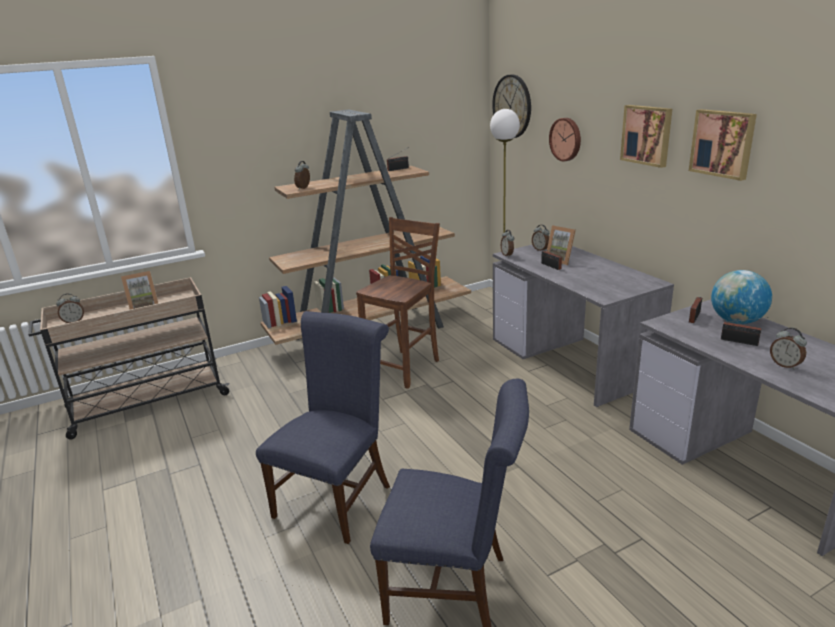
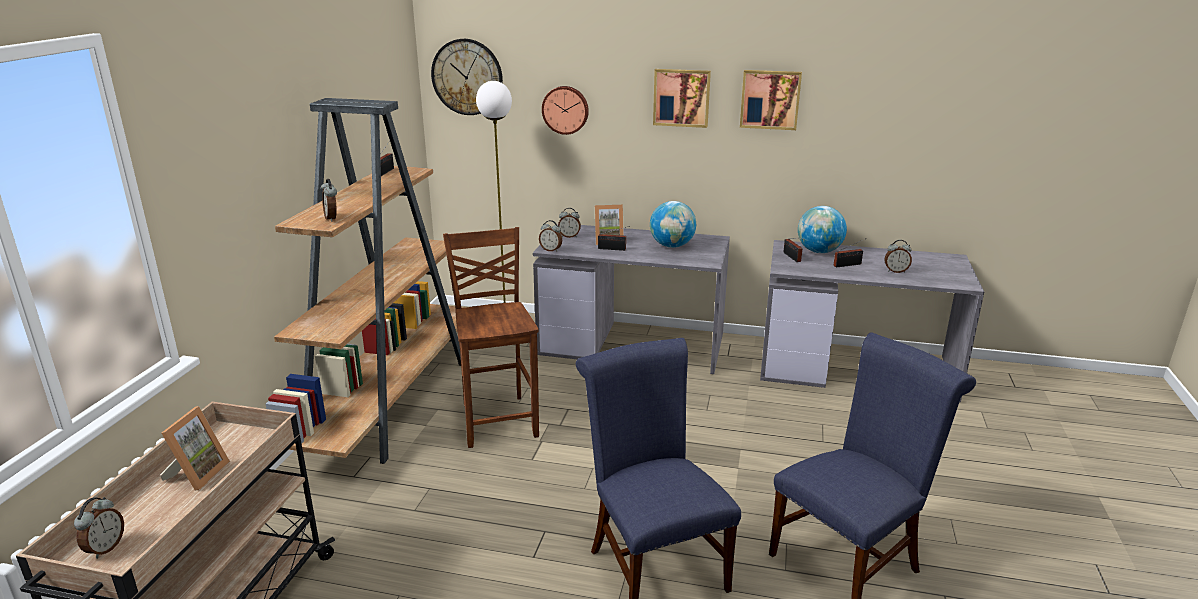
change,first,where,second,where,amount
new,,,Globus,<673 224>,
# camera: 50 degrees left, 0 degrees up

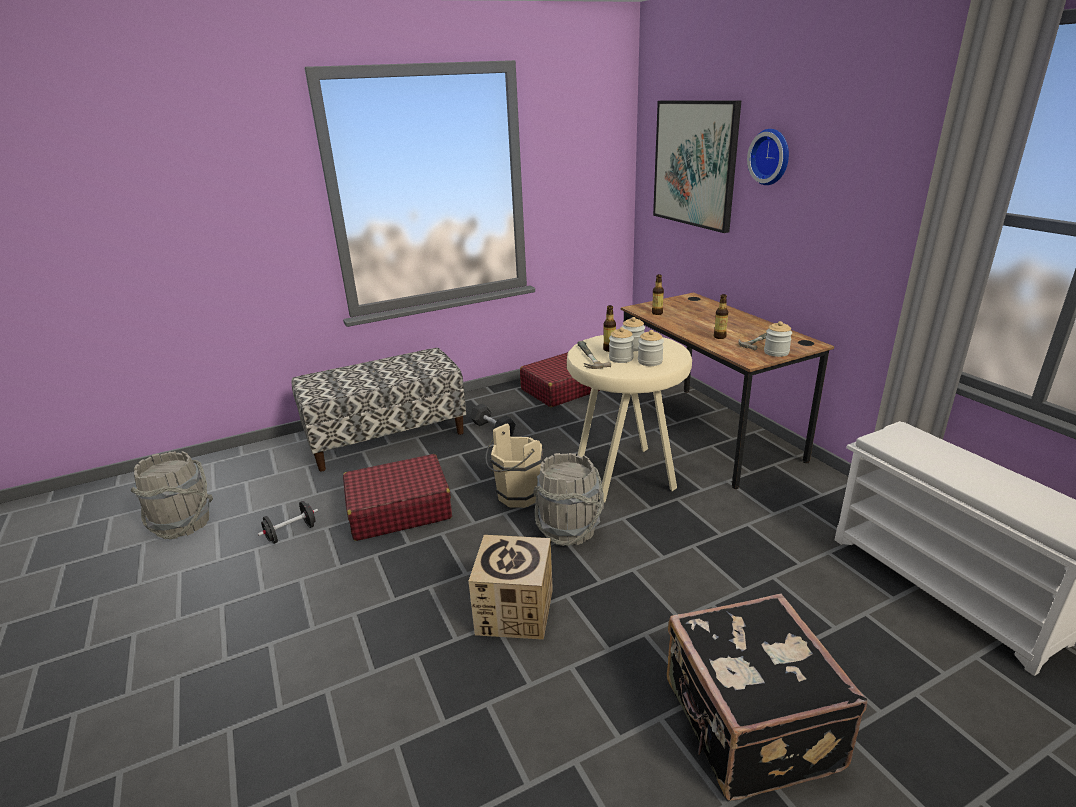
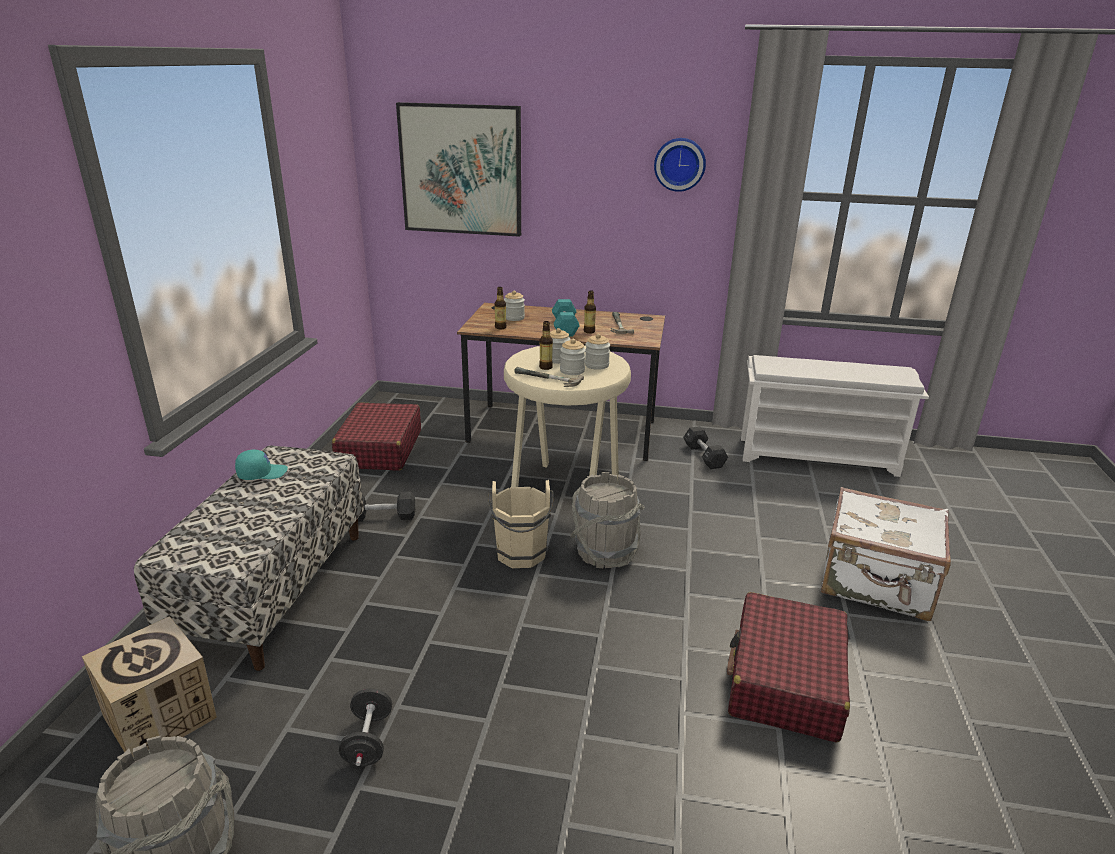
change,first,where,second,where,amount
shifted,Karton,<510 587>,,<149 686>,
new,,,Kappe [türkis],<261 465>,
shifted,Vorratsglas,<778 339>,,<514 305>,
new,,,Hantel [türkis],<566 318>,
shifted,Wanduhr,<768 157>,,<680 165>,
new,,,Hantel [schwarz],<705 447>,
shifted,Koffer [rot],<397 497>,,<788 667>,
repainted,Koffer [schwarz],<767 697>,Koffer [weiß],<886 554>,
# camera: 55 degrees left, 0 degrees up

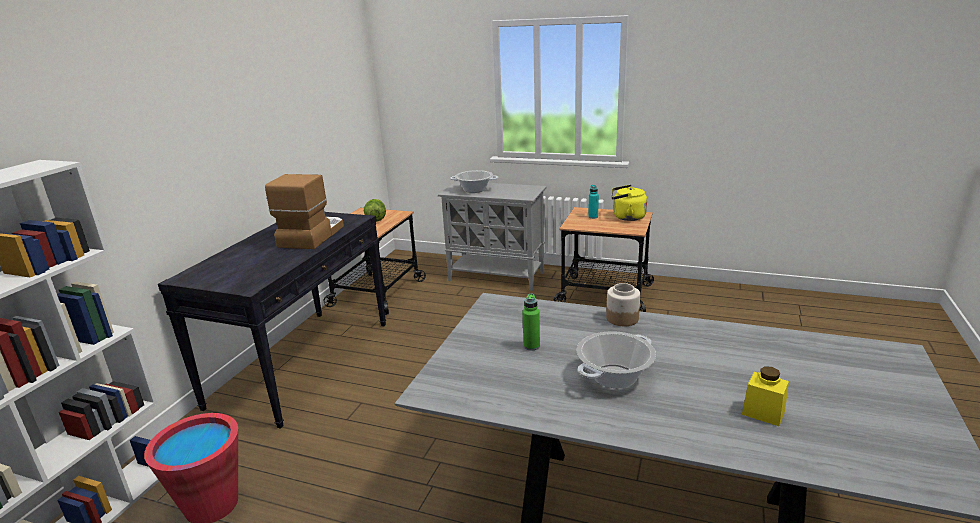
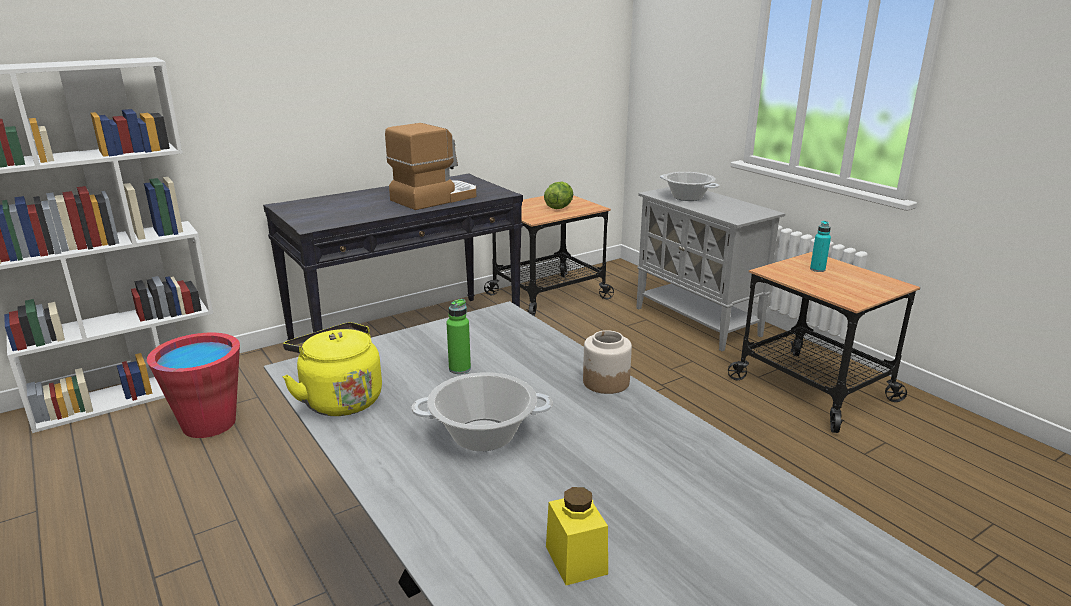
change,first,where,second,where,amount
shifted,Wasserkessel [gelb],<629 203>,,<332 369>,
# camera: 35 degrees right, 0 degrees up

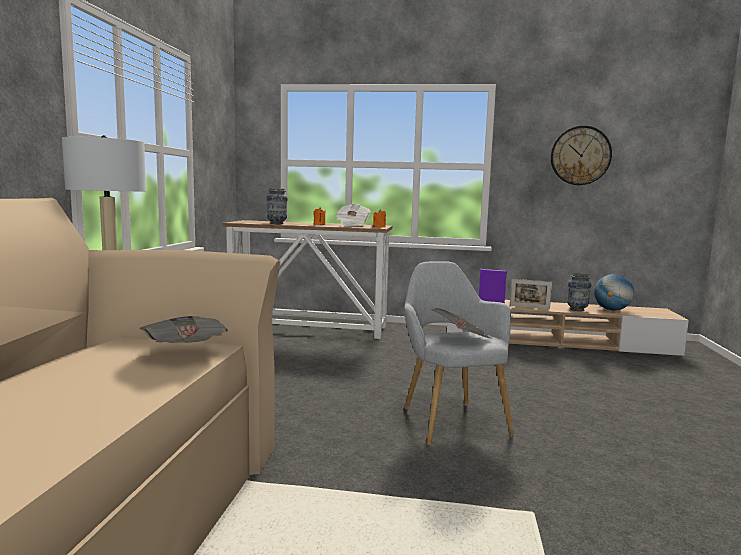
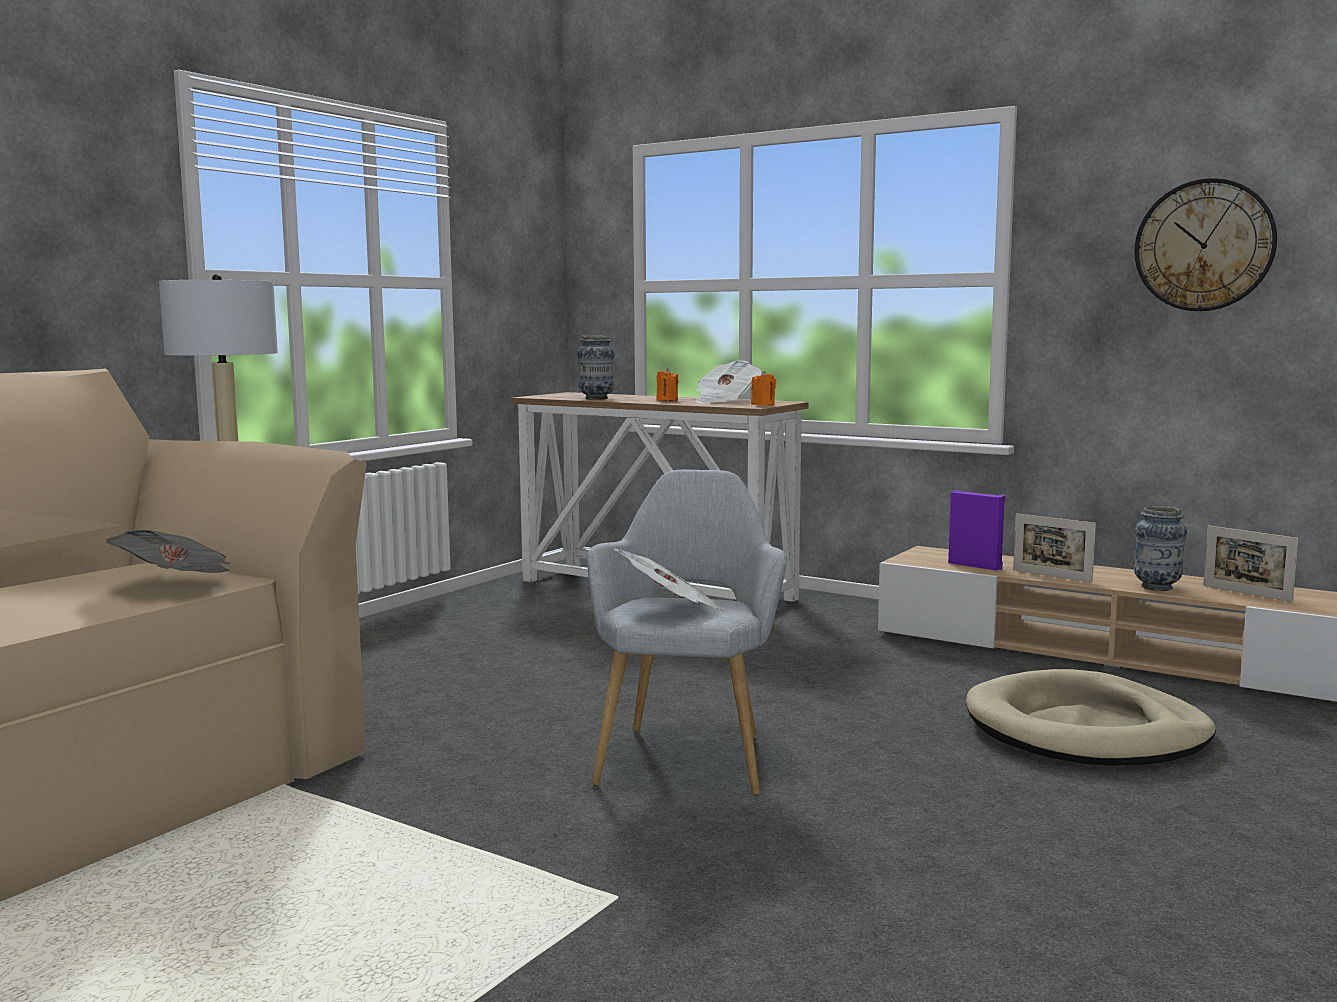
change,first,where,second,where,amount
new,,,Hundebett [beige],<1091 717>,
swapped,Globus,<614 292>,Bilderrahmen,<1251 563>,
# camera: 25 degrees right, 0 degrees up

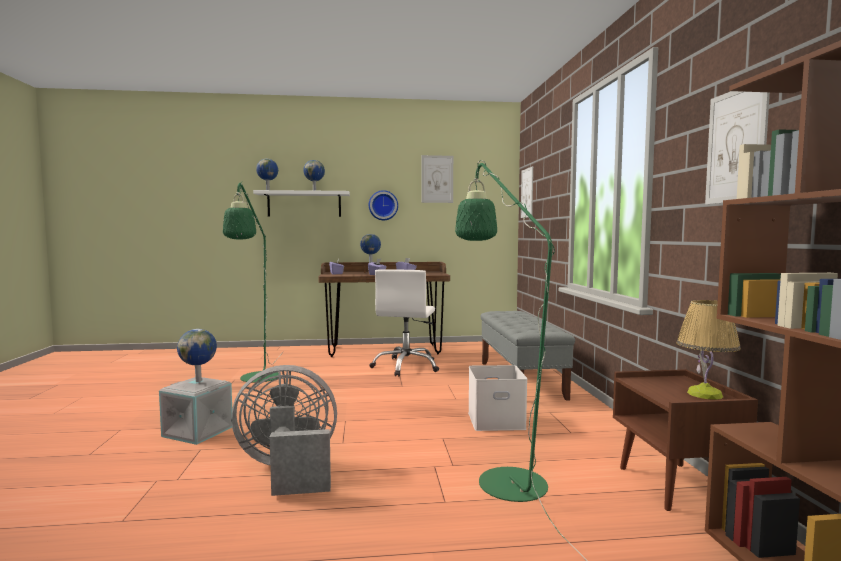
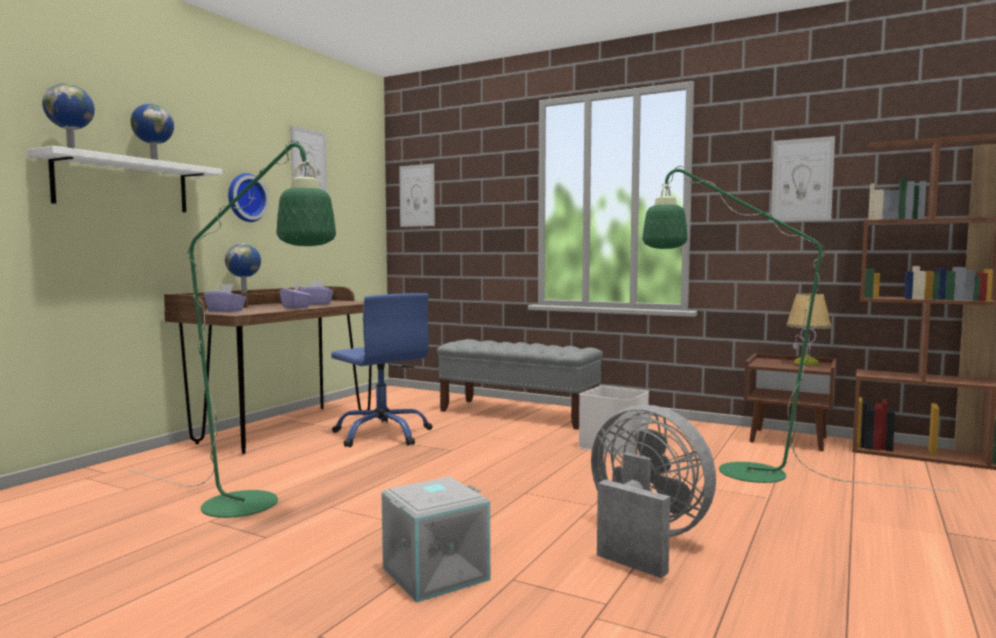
change,first,where,second,where,amount
repainted,Bürostuhl [weiß],<404 323>,Bürostuhl [blau],<381 370>,
rotated,Ventilator [grau],<284 430>,,<653 491>,105 degrees clockwise
gone,Globus,<197 355>,,,
# camera: 55 degrees left, 0 degrees up

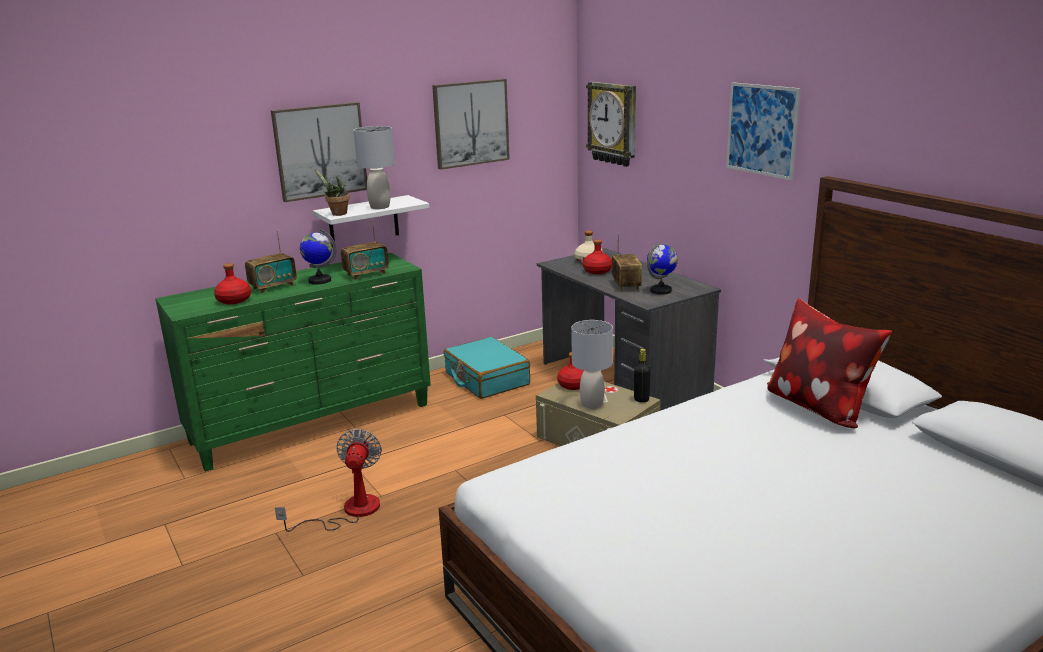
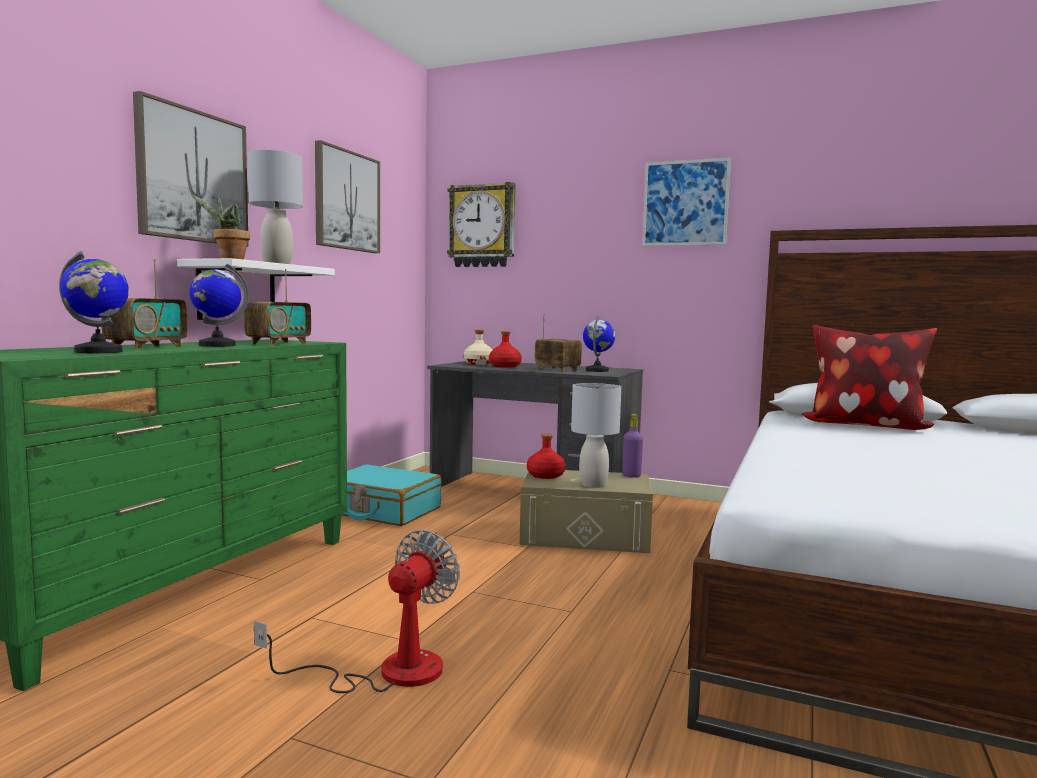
change,first,where,second,where,amount
swapped,Flasche [rot],<232 283>,Globus,<94 302>,
rotated,Ventilator,<328 480>,,<357 611>,60 degrees clockwise
repainted,Flasche [schwarz],<642 375>,Flasche [lila],<632 446>,
# camera: 35 degrees left, 15 degrees down

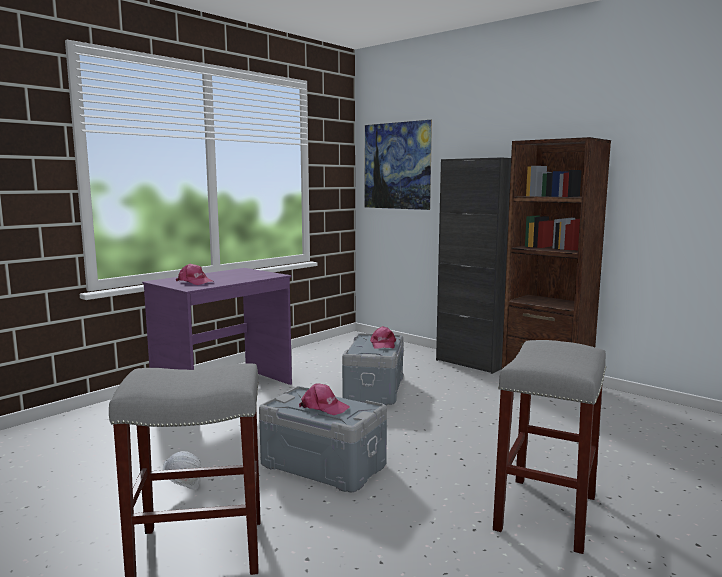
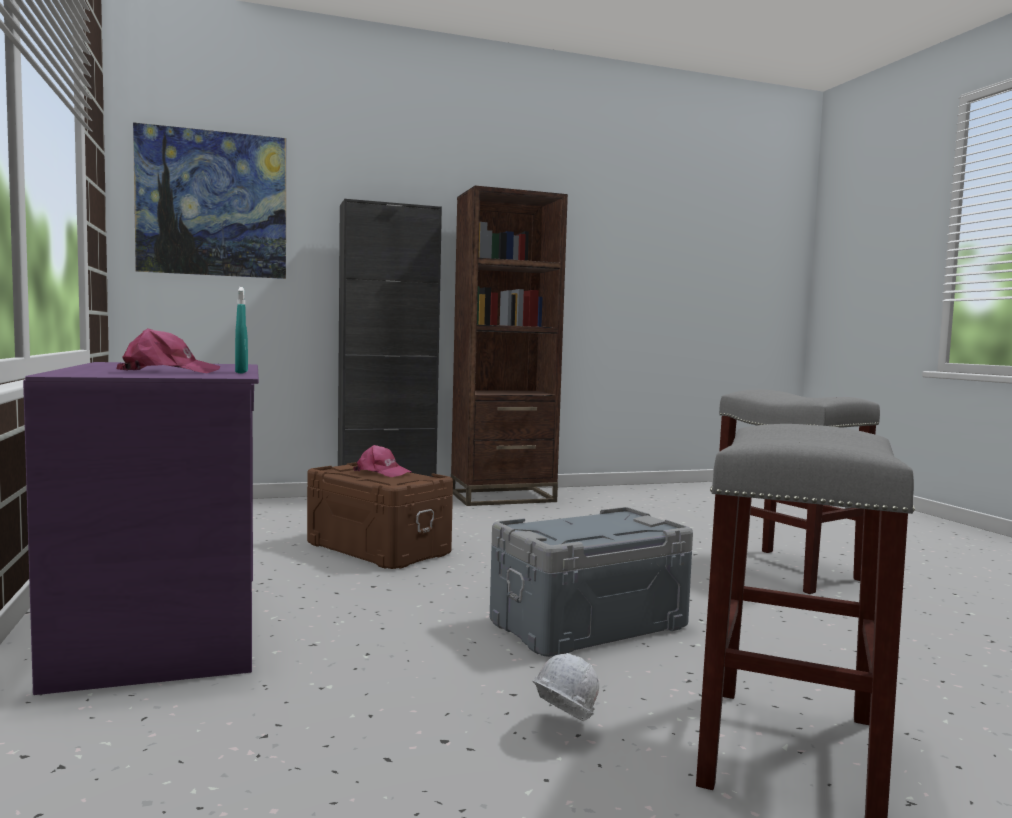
change,first,where,second,where,amount
new,,,Sprühflasche [türkis],<241 330>,
repainted,Aufbewahrungsbox [grau],<373 369>,Aufbewahrungsbox [braun],<380 515>,
gone,Kappe [rosa],<324 399>,,,
# camera: 60 degrees left, 5 degrees down

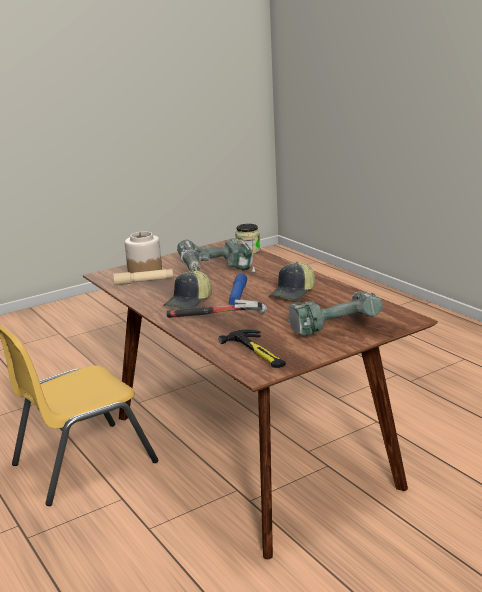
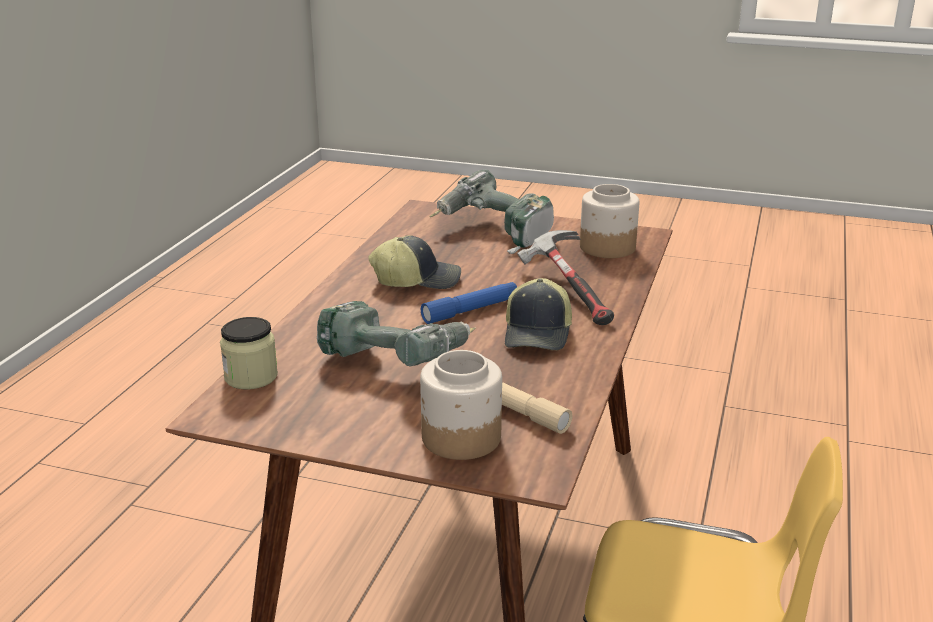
change,first,where,second,where,amount
rotated,Kappe,<187 289>,,<538 314>,105 degrees clockwise
swapped,Hammer,<252 348>,Vorratsglas,<609 221>,
# camera: 130 degrees left, 5 degrees up

